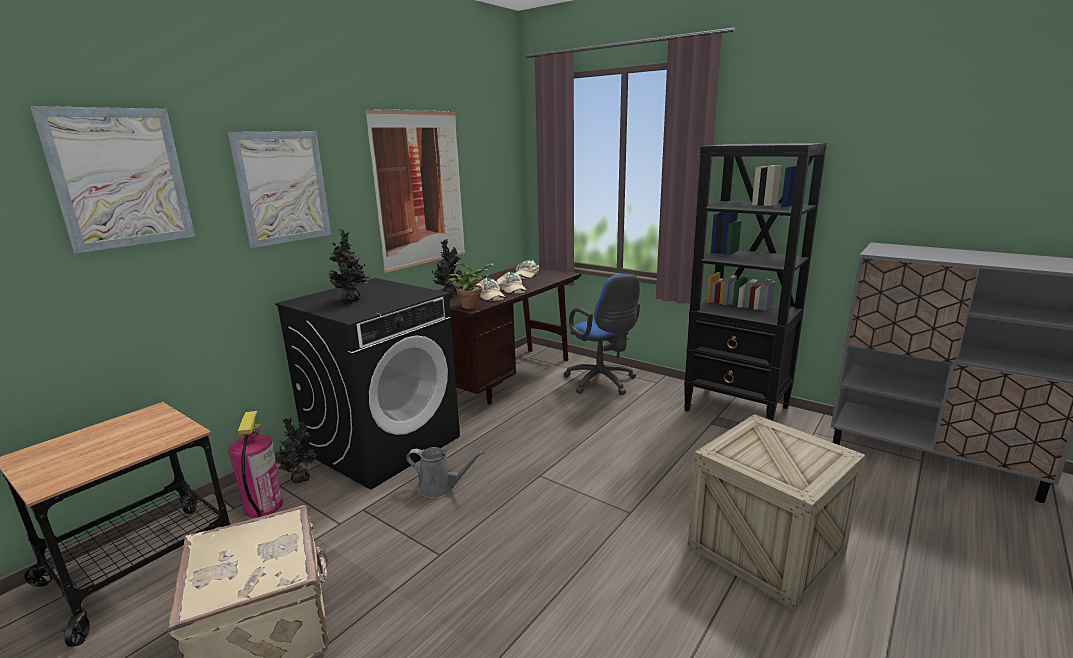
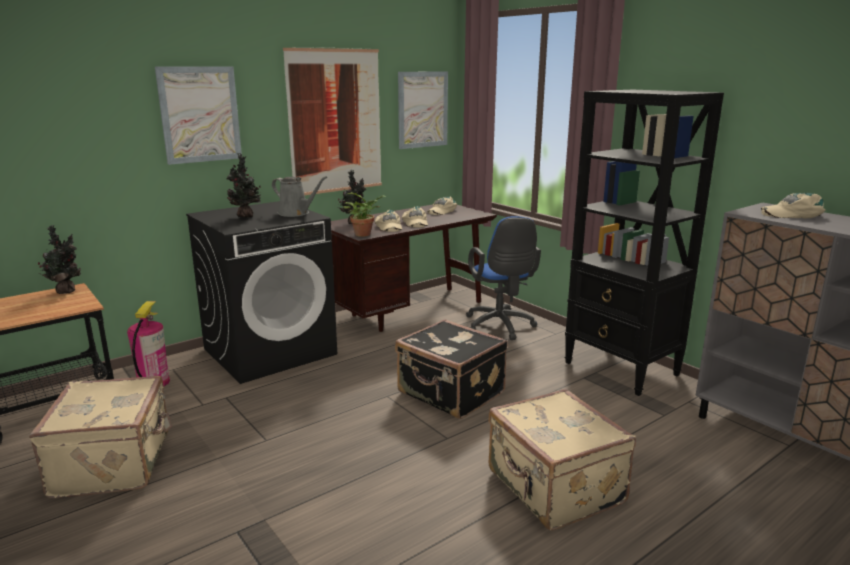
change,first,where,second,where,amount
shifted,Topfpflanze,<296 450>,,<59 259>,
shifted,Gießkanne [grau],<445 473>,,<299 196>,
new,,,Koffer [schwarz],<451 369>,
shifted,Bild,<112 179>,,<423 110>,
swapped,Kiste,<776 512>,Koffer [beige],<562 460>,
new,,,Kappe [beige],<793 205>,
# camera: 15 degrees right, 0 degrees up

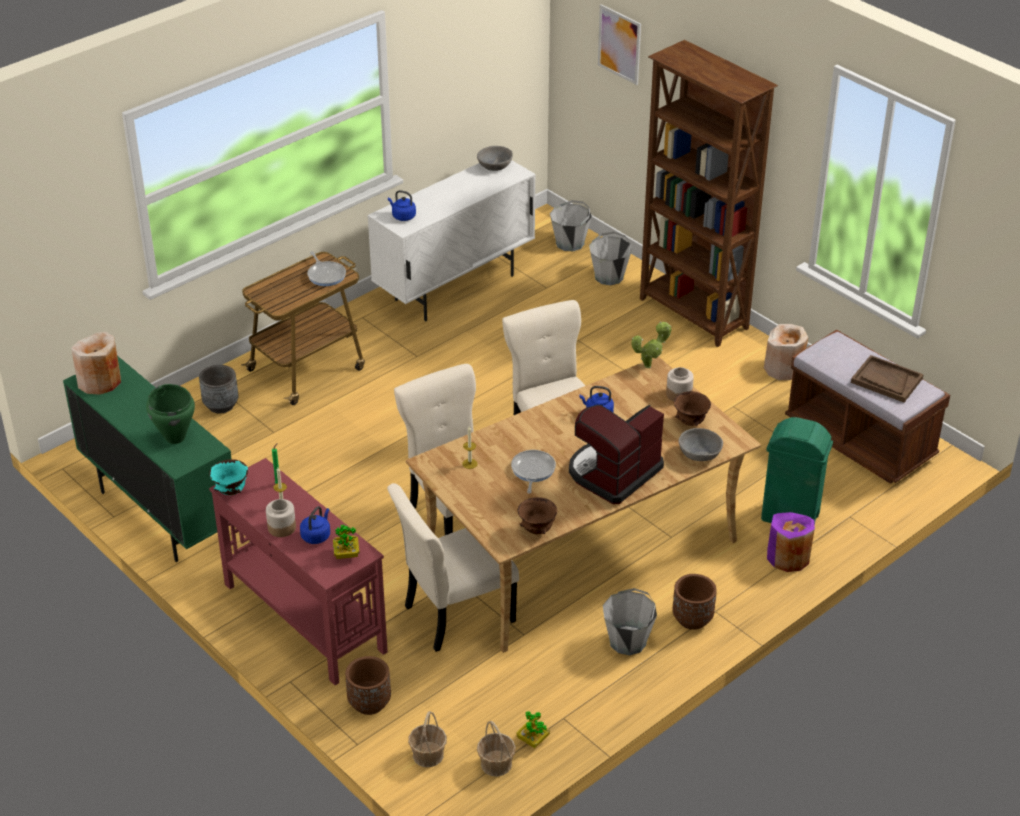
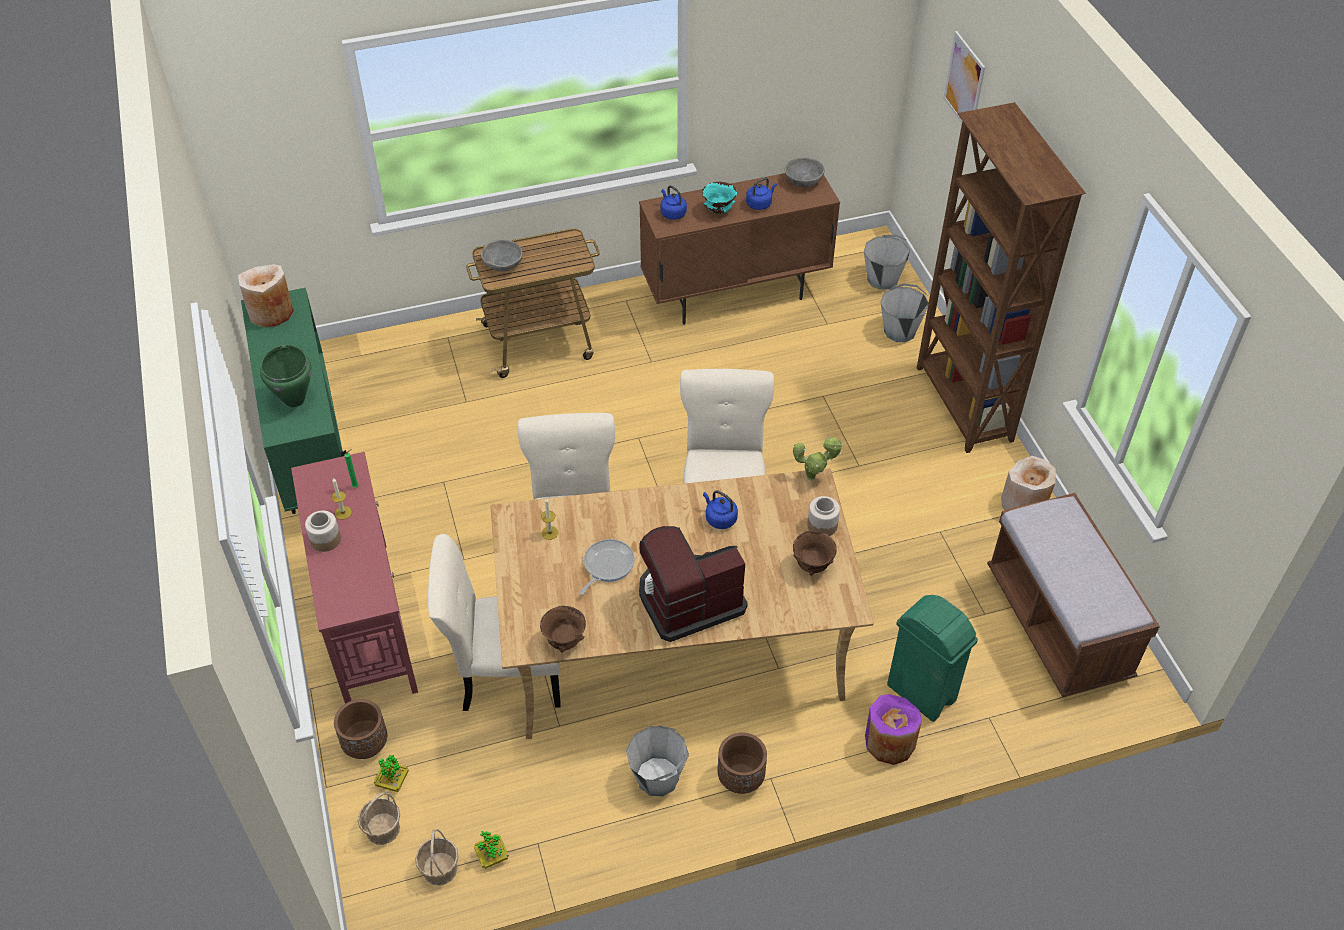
change,first,where,second,where,amount
shifted,Topfpflanze,<346 542>,,<391 773>,
shifted,Schüssel [grau],<701 444>,,<502 255>,
repainted,Schrank [weiß],<451 241>,Schrank [braun],<739 249>,
shifted,Schüssel [türkis],<228 477>,,<719 198>,
shifted,Wasserkessel [blau],<315 525>,,<761 193>,
gone,Pflanzkübel [grau],<218 389>,,,
gone,Pfanne,<326 268>,,,
gone,Tablett [braun],<887 378>,,,
# camera: 25 degrees right, 10 degrees up

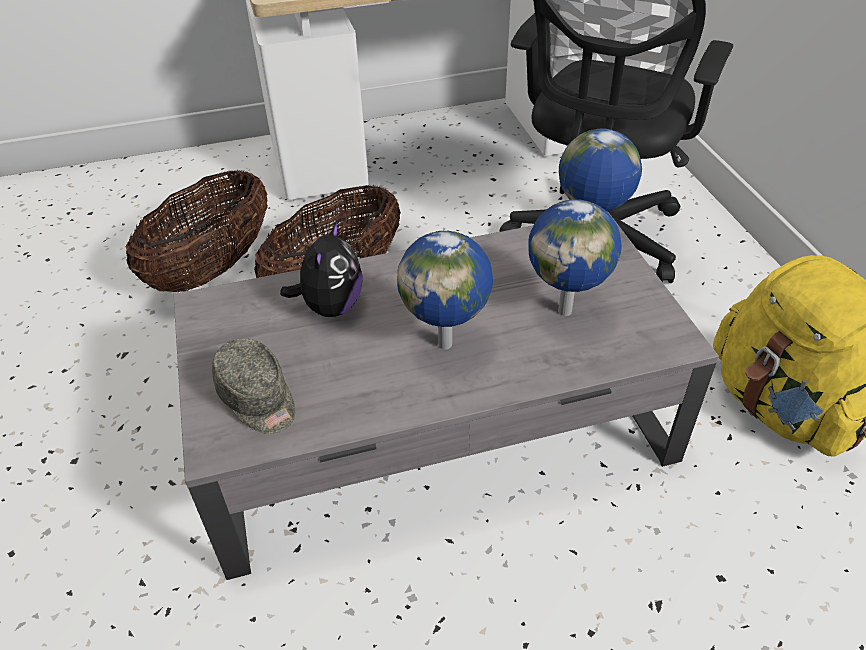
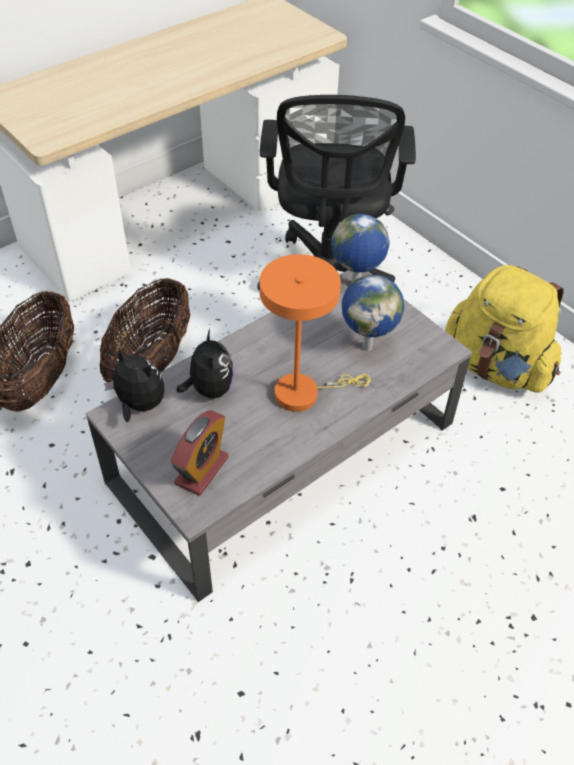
change,first,where,second,where,amount
new,,,Plüschtier,<134 385>,
swapped,Kappe [grau],<253 386>,Wecker,<200 453>,
swapped,Globus,<445 290>,Tischlampe [orange],<315 333>,
# camera: 25 degrees left, 5 degrees up

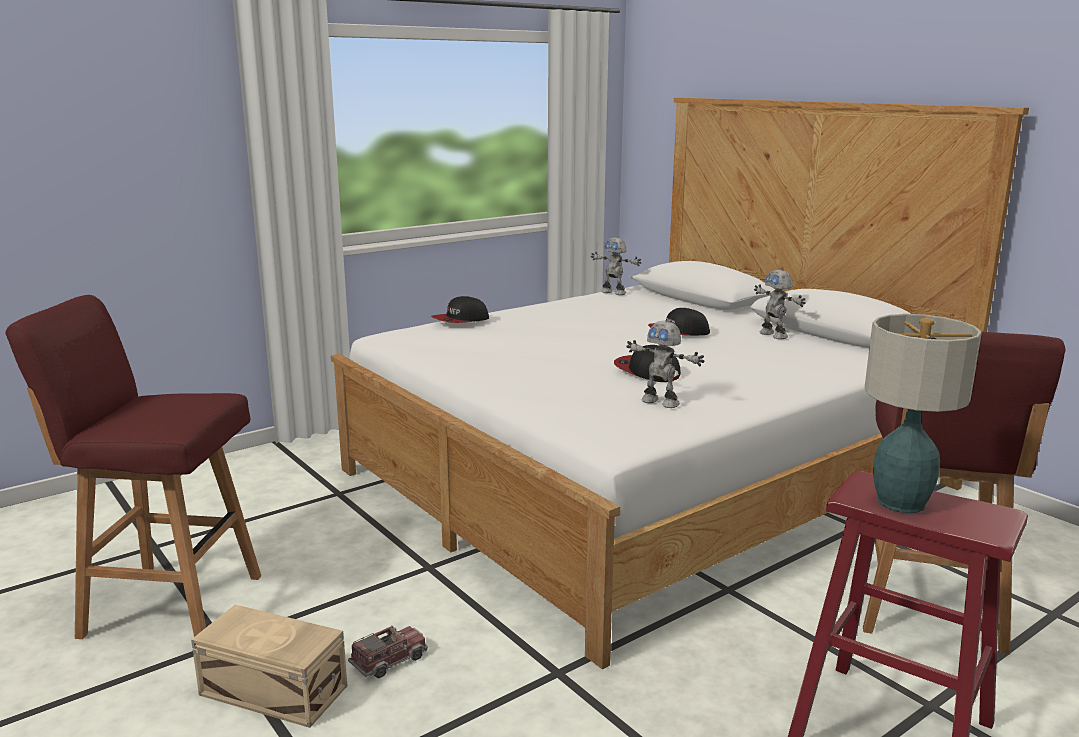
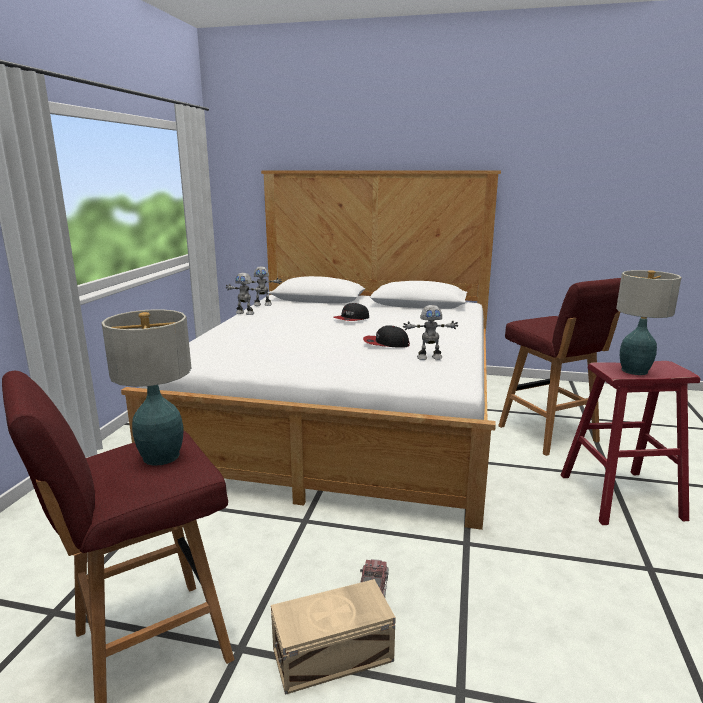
change,first,where,second,where,amount
new,,,Tischlampe,<146 387>,
shifted,Spielzeugroboter,<780 304>,,<245 294>,
gone,Kappe,<460 309>,,,
# camera: 40 degrees left, 0 degrees up

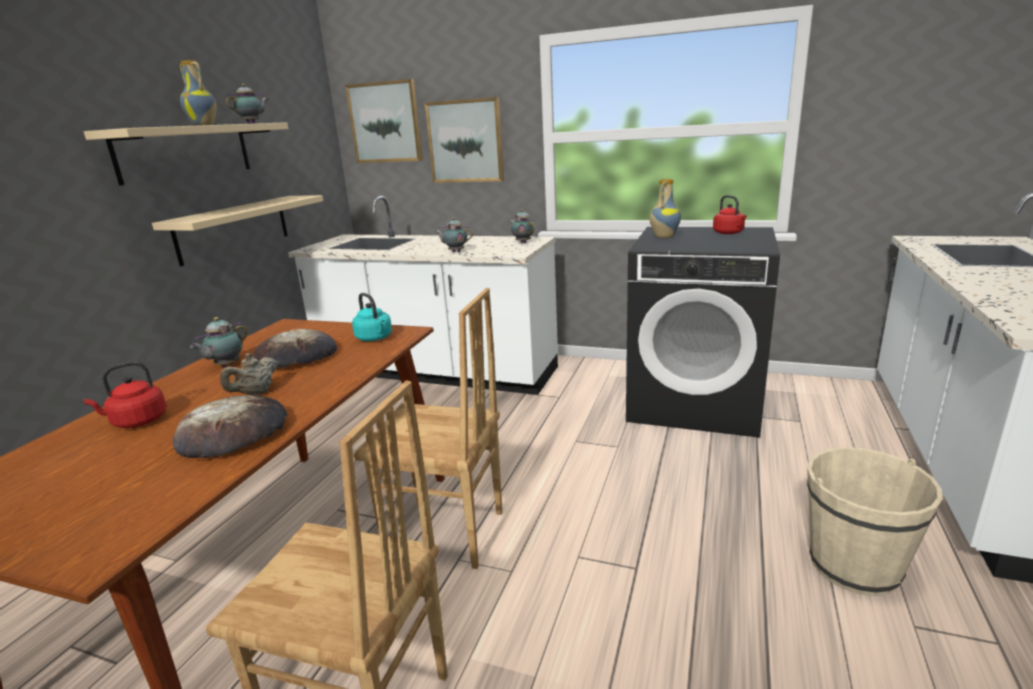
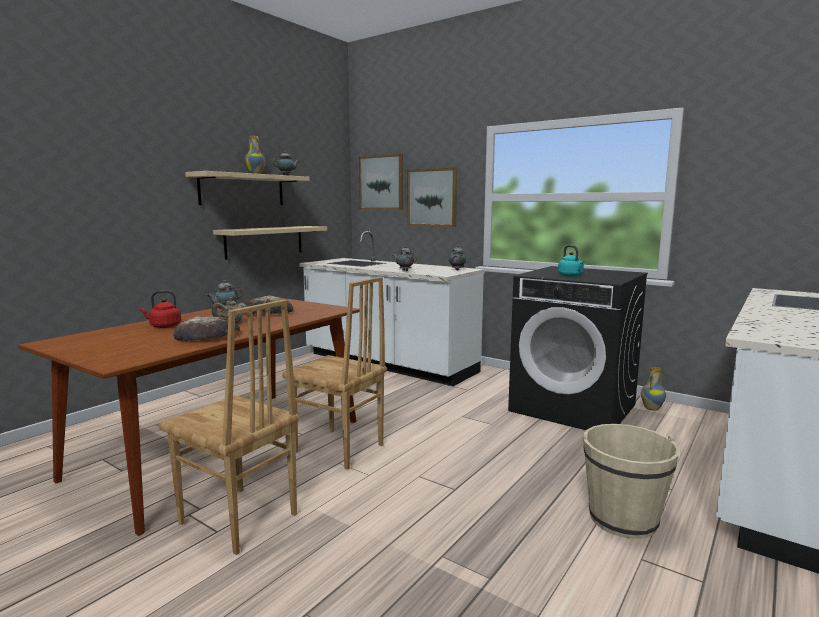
change,first,where,second,where,amount
shifted,Wasserkessel [türkis],<372 317>,,<571 261>,
shifted,Vase,<665 208>,,<653 389>,
gone,Wasserkessel [rot],<730 214>,,,
# camera: 15 degrees right, 10 degrees down

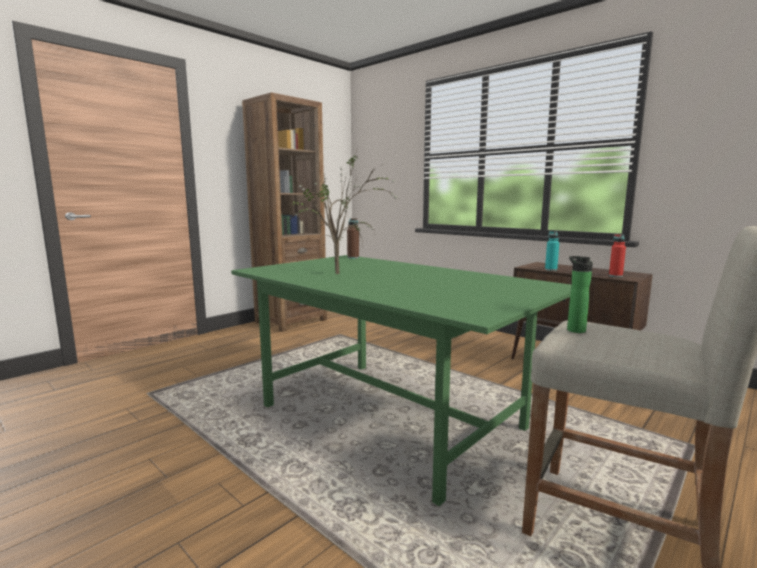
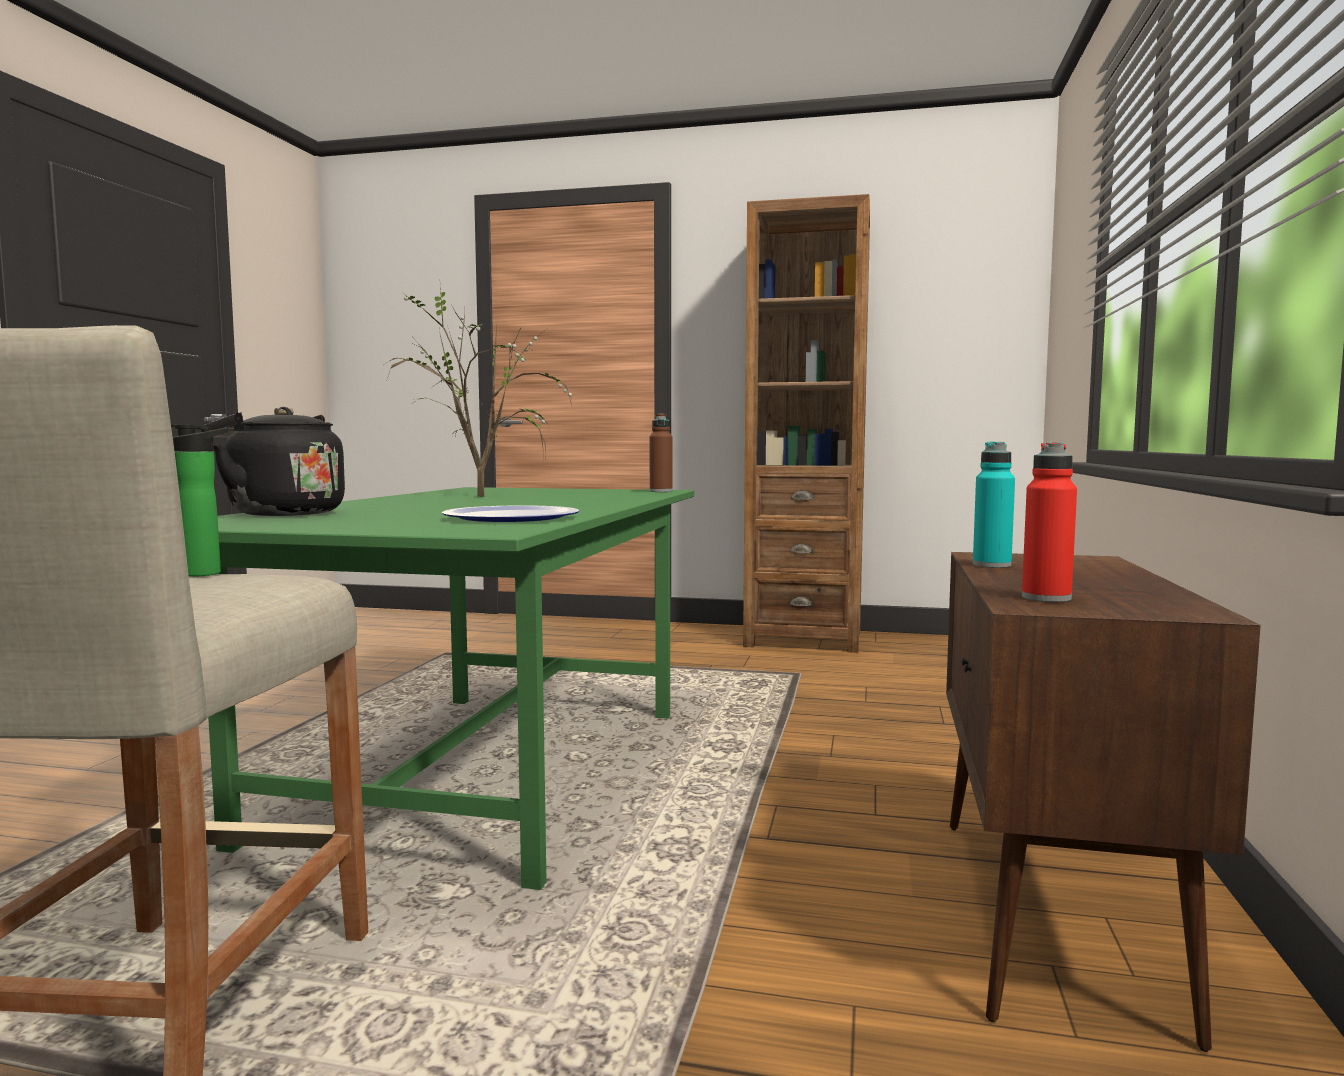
change,first,where,second,where,amount
new,,,Wasserkessel [schwarz],<273 461>,
new,,,Teller,<510 513>,
# camera: 60 degrees right, 5 degrees down

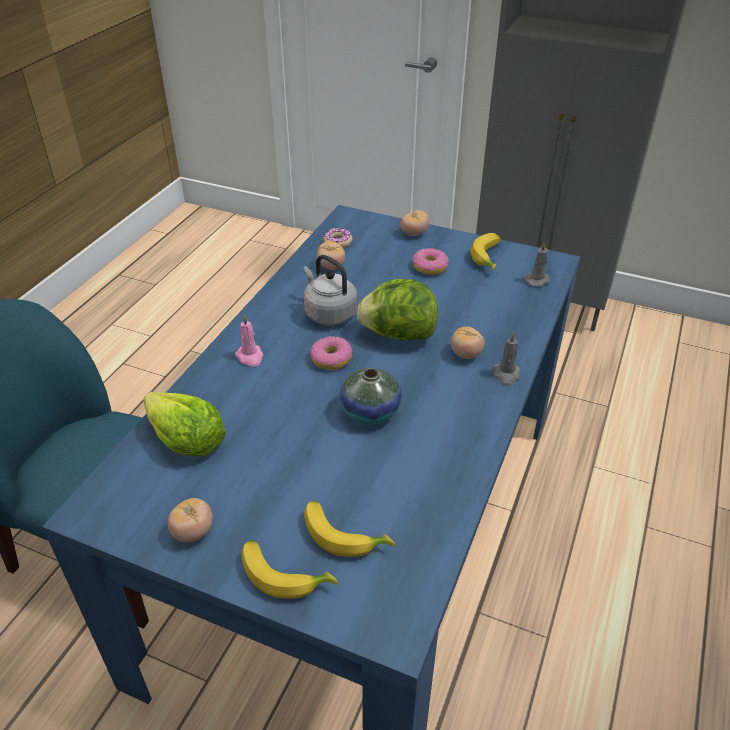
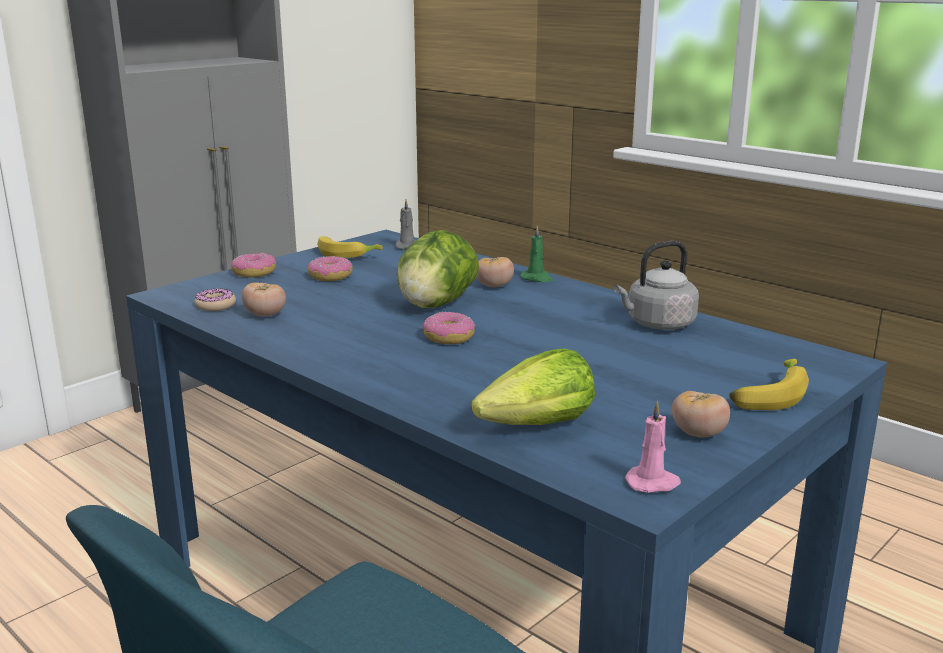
change,first,where,second,where,amount
swapped,Tomate,<414 223>,Donut,<253 265>,
repainted,Kerze [grau],<507 359>,Kerze [grün],<536 253>,
shifted,Wasserkessel [grau],<330 290>,,<656 285>,
shifted,Kerze [rosa],<249 341>,,<653 447>,
gone,Banane,<349 528>,,,
gone,Vase,<371 396>,,,
# camera: 70 degrees left, 20 degrees down

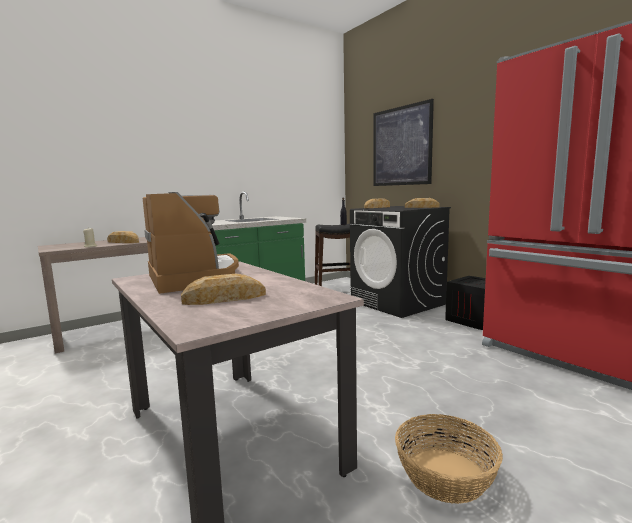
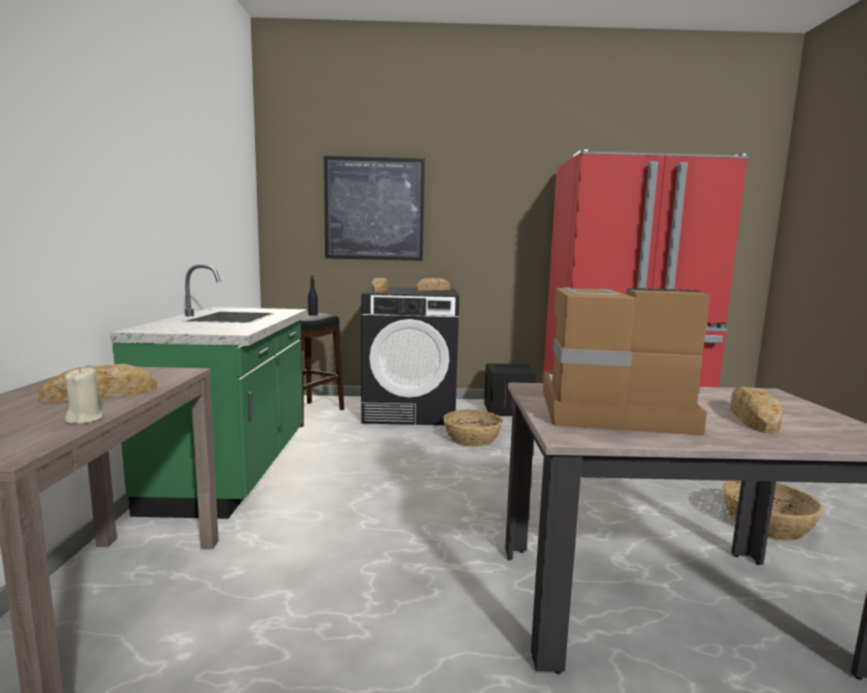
change,first,where,second,where,amount
new,,,Korb,<473 428>,
# camera: 55 degrees left, 0 degrees up

